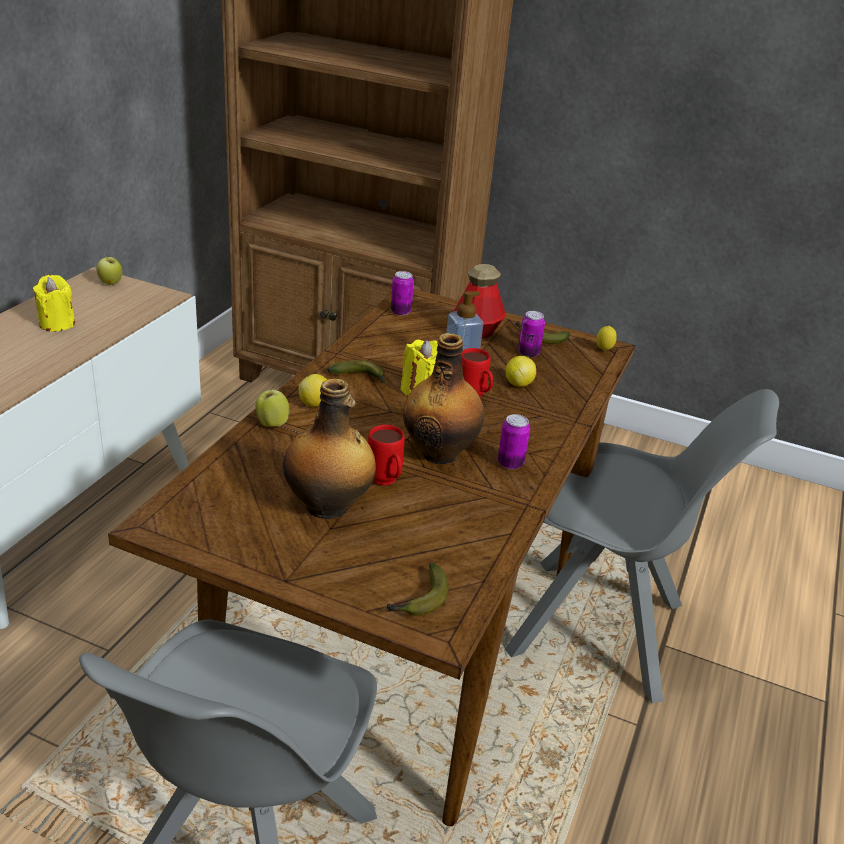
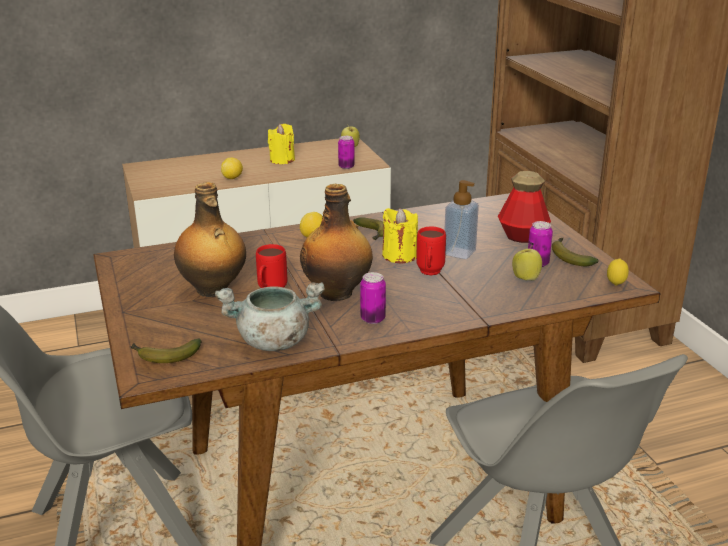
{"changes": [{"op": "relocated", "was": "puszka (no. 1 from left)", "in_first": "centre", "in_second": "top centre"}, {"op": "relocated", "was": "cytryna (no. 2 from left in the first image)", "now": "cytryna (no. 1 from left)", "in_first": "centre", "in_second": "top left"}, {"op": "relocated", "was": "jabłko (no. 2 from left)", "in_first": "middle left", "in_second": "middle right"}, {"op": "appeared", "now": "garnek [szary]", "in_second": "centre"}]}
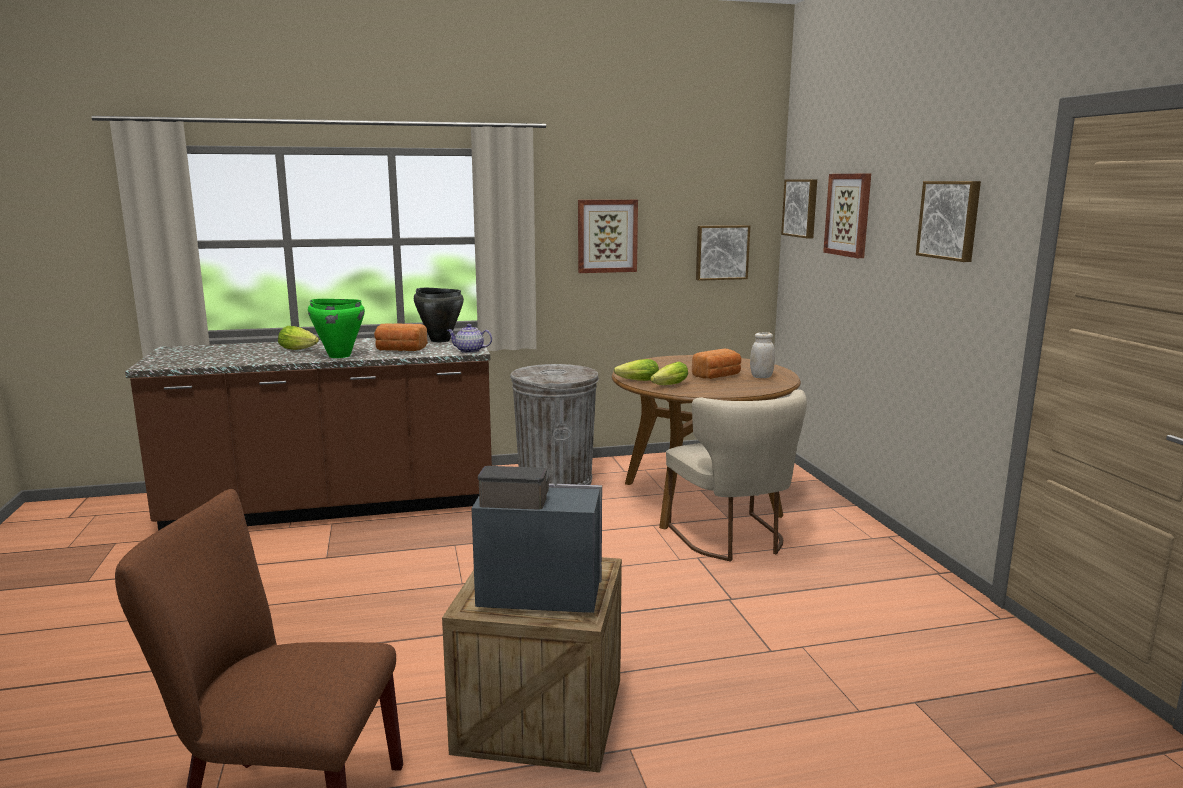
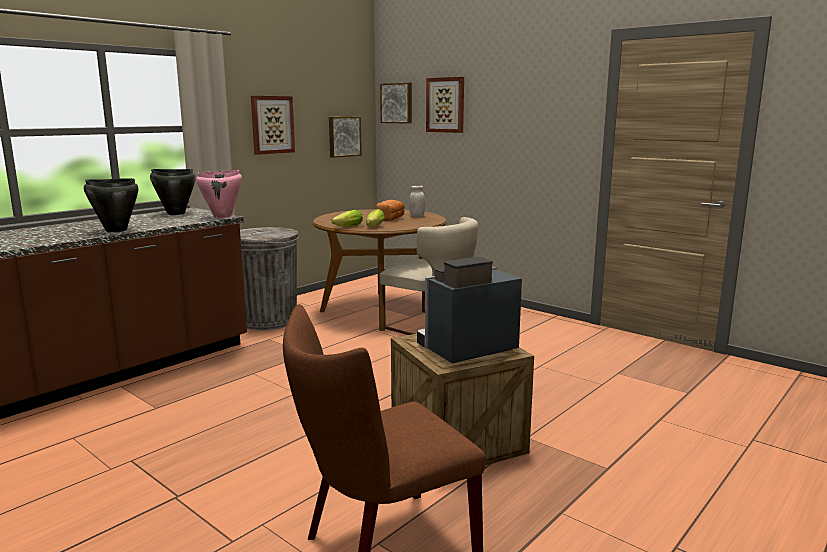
{"changes": [{"op": "missing", "was": "obraz (no. 5 from left)", "in_first": "top right"}, {"op": "colour", "was": "garnek [zielony]", "now": "garnek [czarny] (no. 1 from left)", "in_first": "middle left", "in_second": "middle left"}, {"op": "missing", "was": "chleb (no. 1 from left)", "in_first": "centre"}, {"op": "exchanged", "was": "imbryk", "now": "garnek [różowy]", "in_first": "centre", "in_second": "middle left"}, {"op": "missing", "was": "sałata (no. 1 from left)", "in_first": "middle left"}]}
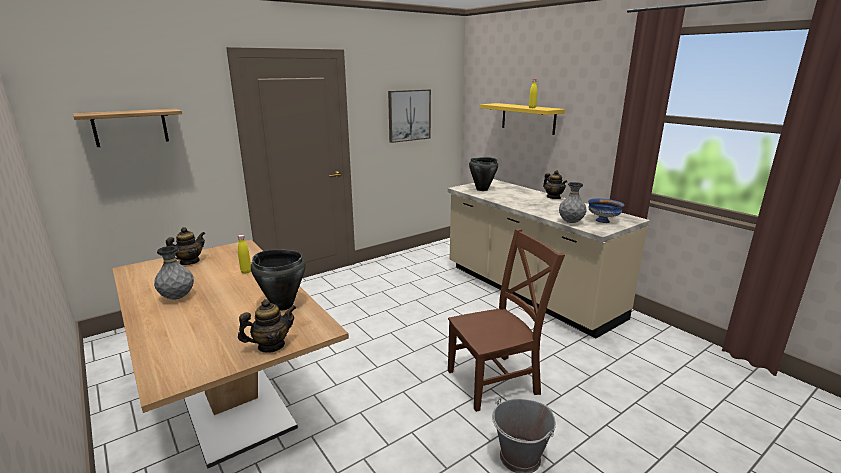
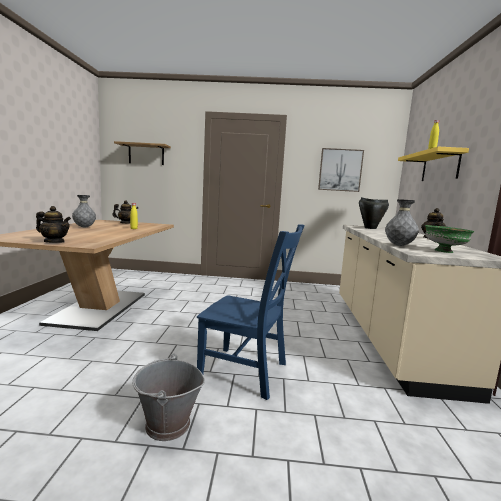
{"changes": [{"op": "colour", "was": "miska [niebieski]", "now": "miska [zielony]", "in_first": "middle right", "in_second": "middle right"}, {"op": "colour", "was": "krzesło [brązowy]", "now": "krzesło [niebieski]", "in_first": "bottom centre", "in_second": "centre"}, {"op": "missing", "was": "garnek [czarny] (no. 1 from left)", "in_first": "middle left"}]}
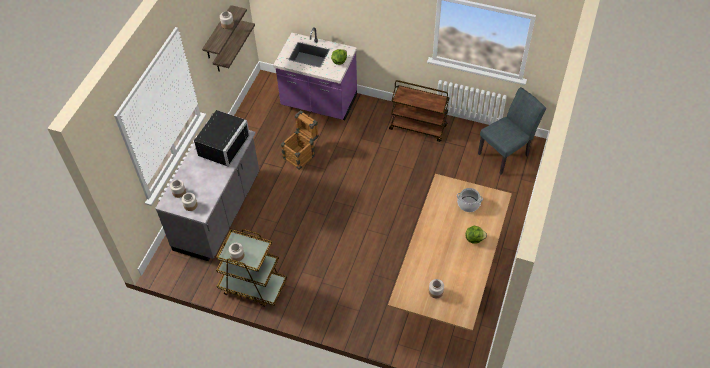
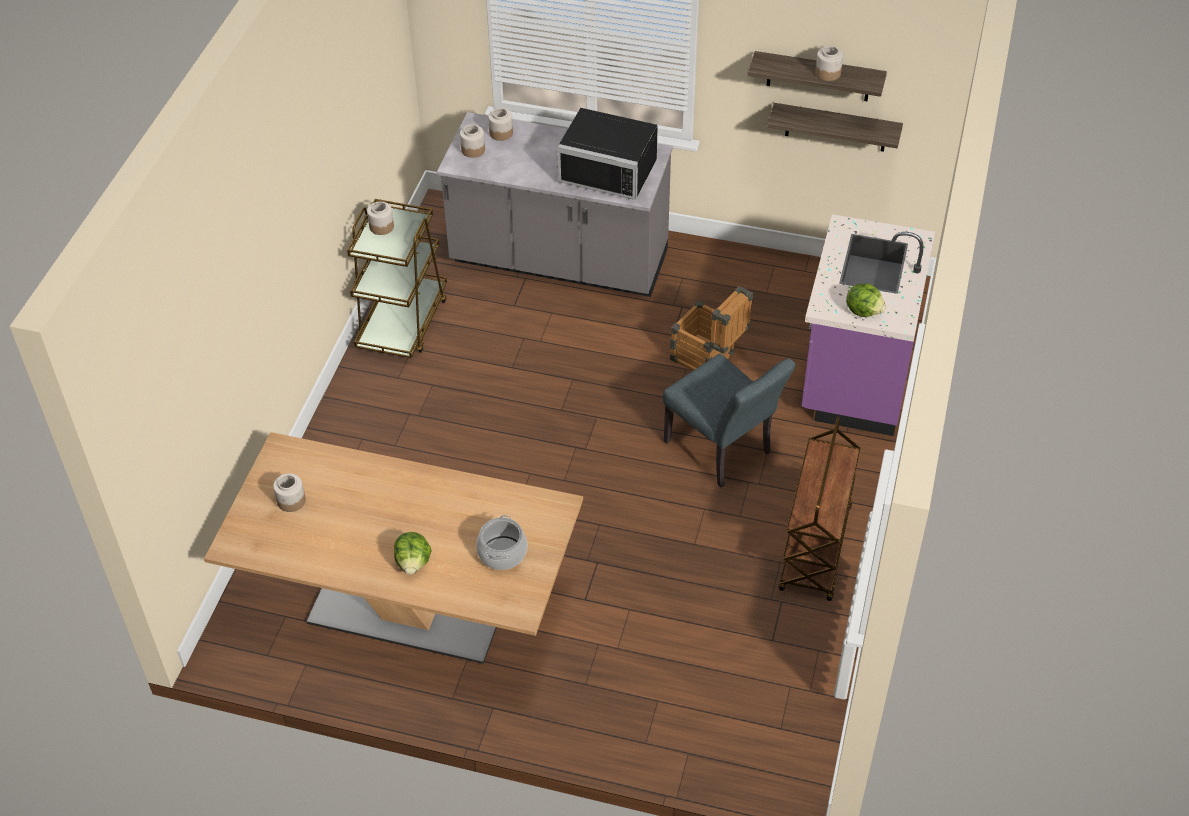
{"changes": [{"op": "relocated", "was": "krzesło [szary]", "in_first": "middle right", "in_second": "centre"}]}
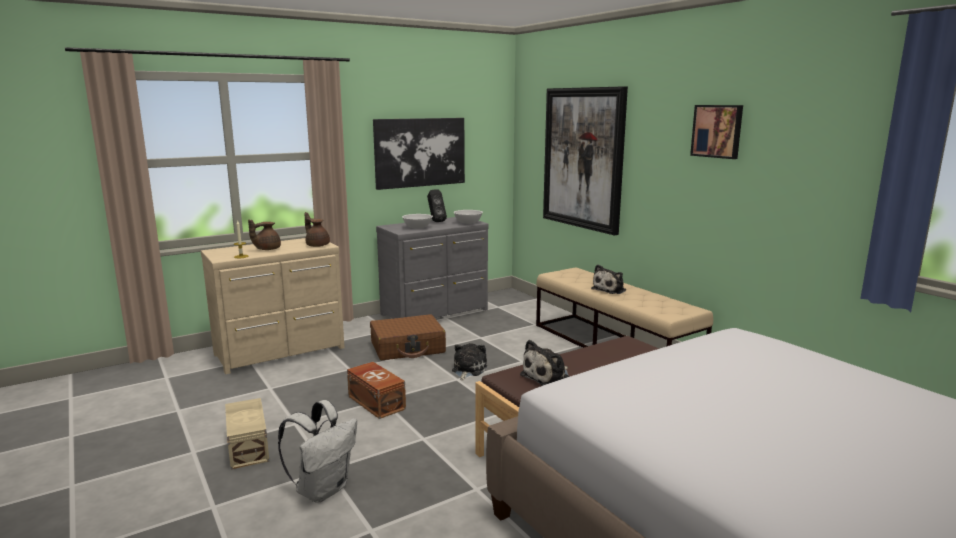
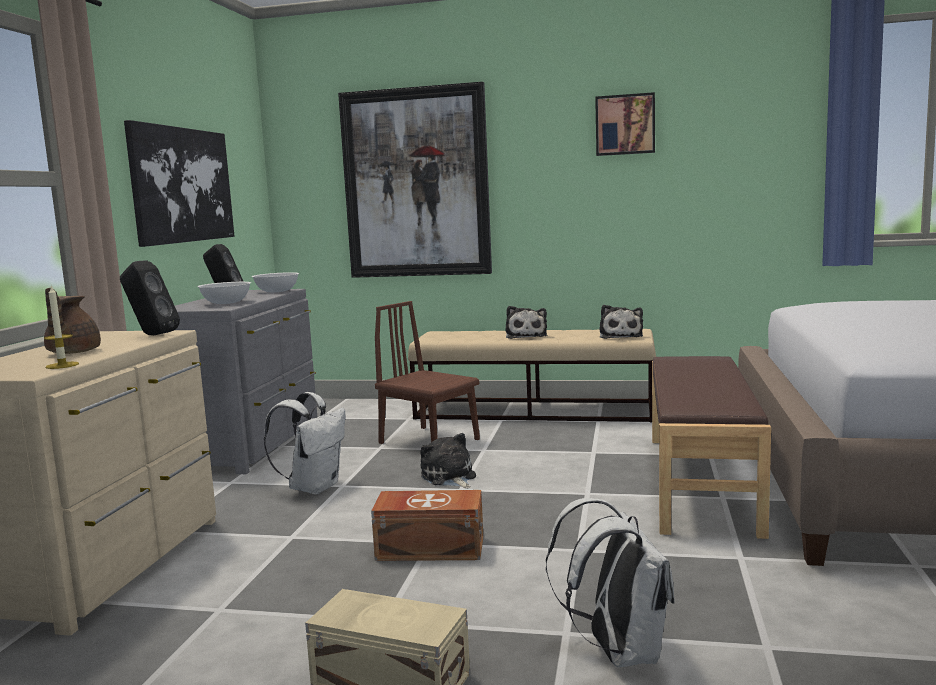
{"changes": [{"op": "exchanged", "was": "imbryk [brązowy] (no. 2 from left)", "now": "głośnik [czarny] (no. 1 from left)", "in_first": "middle left", "in_second": "middle left"}, {"op": "exchanged", "was": "walizka [brązowy]", "now": "plecak [biały] (no. 1 from left)", "in_first": "centre", "in_second": "middle left"}, {"op": "relocated", "was": "pluszak (no. 2 from left in the first image)", "now": "pluszak (no. 3 from left)", "in_first": "bottom centre", "in_second": "centre"}, {"op": "appeared", "now": "krzesło [brązowy]", "in_second": "centre"}]}
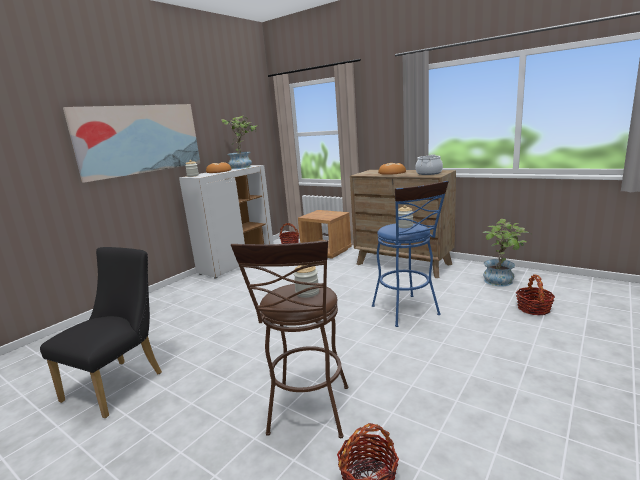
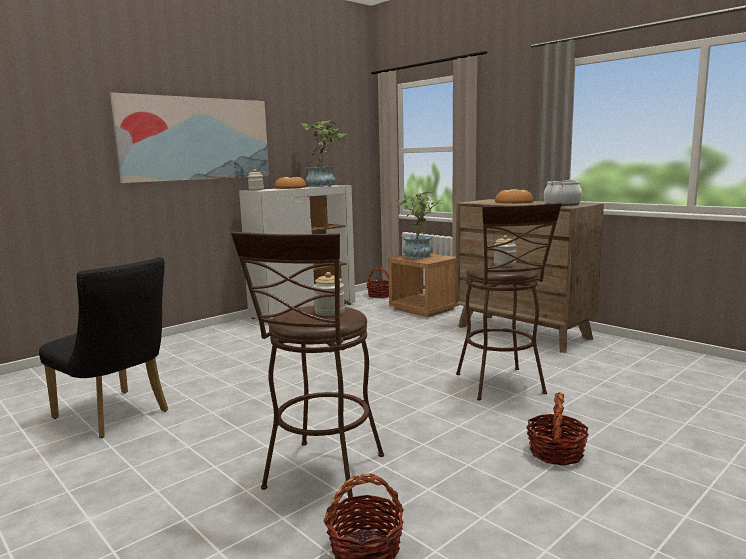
{"changes": [{"op": "colour", "was": "stołek [niebieski]", "now": "stołek [brązowy] (no. 2 from left)", "in_first": "centre", "in_second": "middle right"}, {"op": "relocated", "was": "roślina doniczkowa (no. 2 from left)", "in_first": "middle right", "in_second": "centre"}, {"op": "spun", "was": "krzesło [czarny]", "in_first": "bottom left", "in_second": "middle left", "clockwise": 90}, {"op": "relocated", "was": "koszyk (no. 3 from left)", "in_first": "middle right", "in_second": "bottom right"}]}
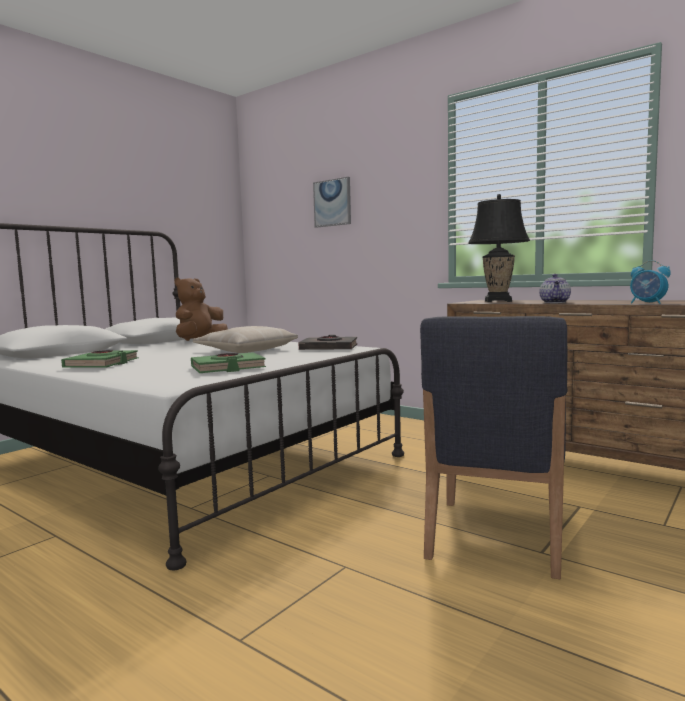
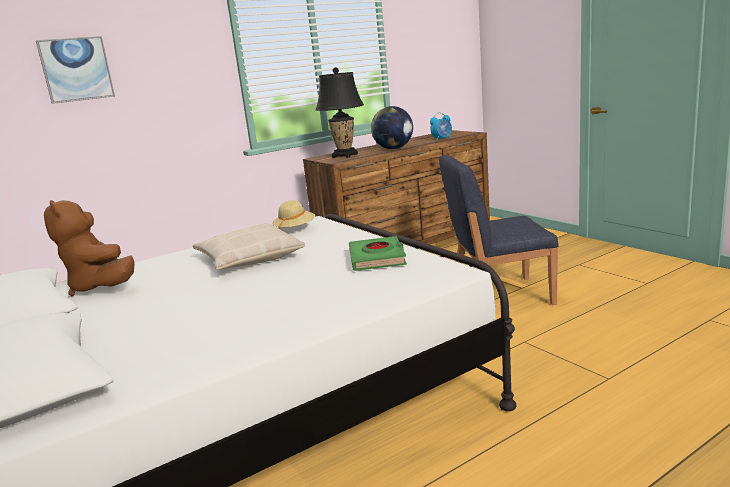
{"changes": [{"op": "exchanged", "was": "imbryk", "now": "globus", "in_first": "middle right", "in_second": "top centre"}, {"op": "spun", "was": "krzesło [niebieski]", "in_first": "middle right", "in_second": "middle right", "clockwise": 135}, {"op": "exchanged", "was": "książka [czarny]", "now": "kapelusz [beżowy]", "in_first": "centre", "in_second": "centre"}, {"op": "missing", "was": "książka [zielony] (no. 1 from left)", "in_first": "middle left"}]}
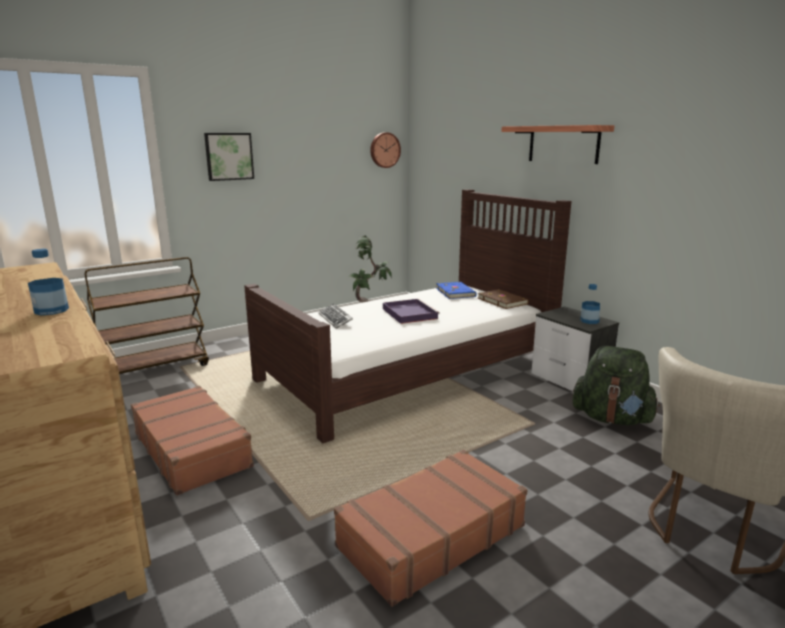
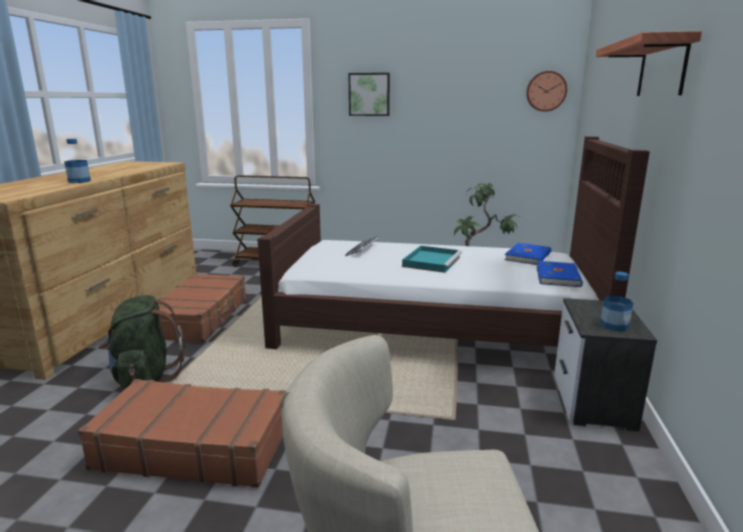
{"changes": [{"op": "colour", "was": "książka [brązowy]", "now": "książka [niebieski] (no. 2 from left)", "in_first": "centre", "in_second": "middle right"}, {"op": "colour", "was": "taca [fioletowy]", "now": "taca [turkusowy]", "in_first": "centre", "in_second": "centre"}, {"op": "relocated", "was": "plecak [zielony]", "in_first": "middle right", "in_second": "middle left"}]}
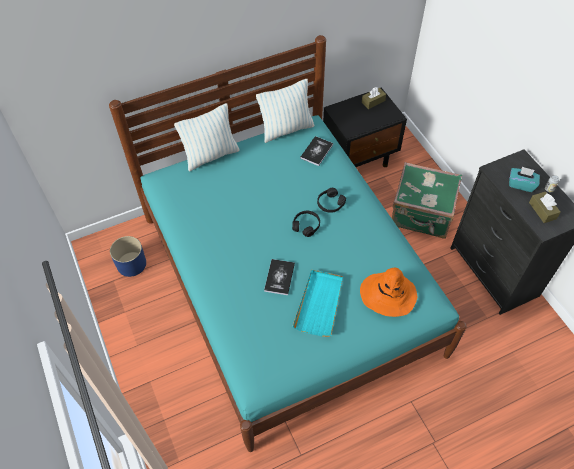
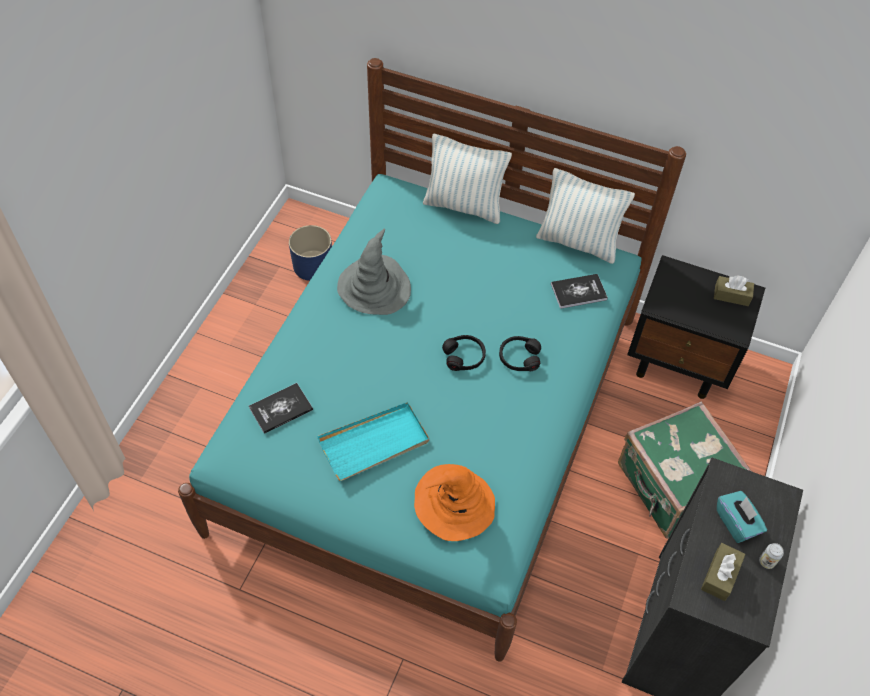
{"changes": [{"op": "relocated", "was": "książka (no. 1 from left)", "in_first": "centre", "in_second": "middle left"}, {"op": "appeared", "now": "kapelusz [szary]", "in_second": "centre"}]}
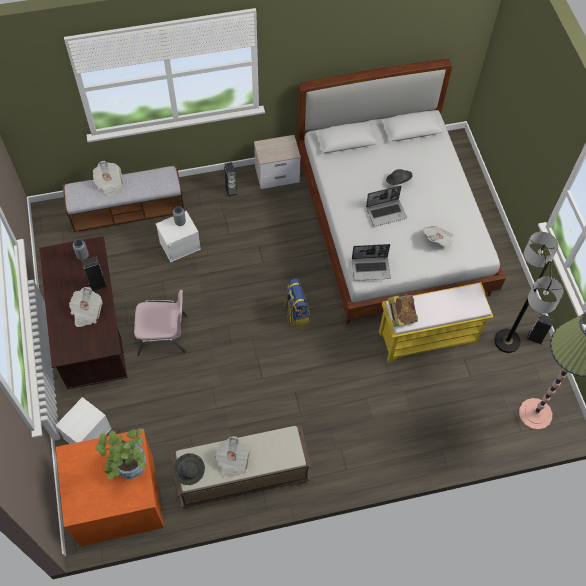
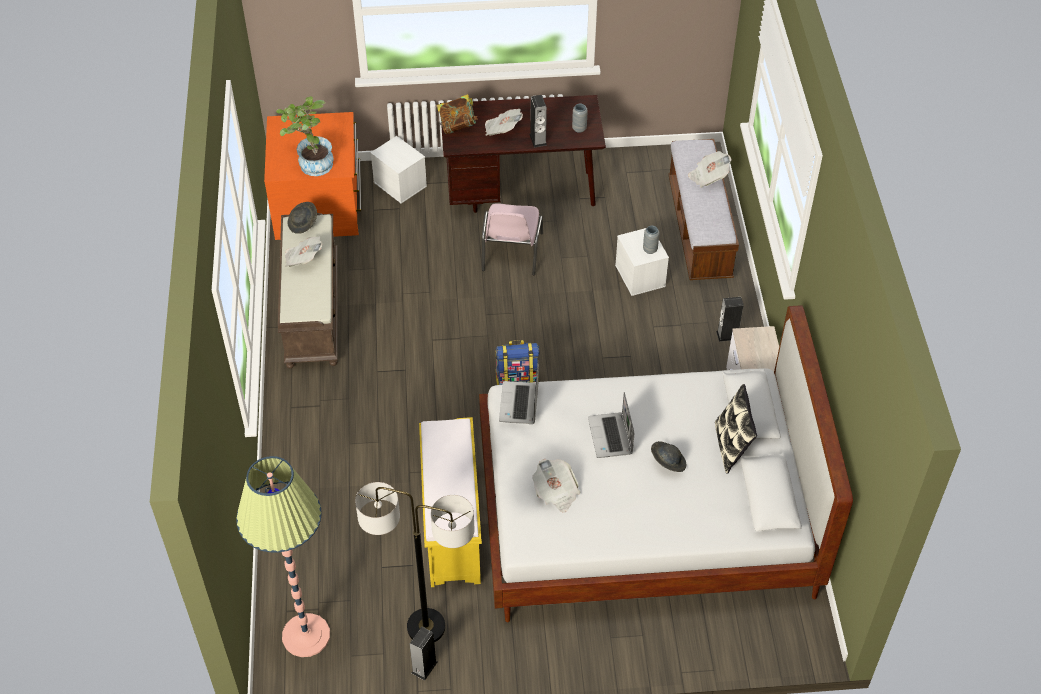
{"changes": [{"op": "relocated", "was": "książka", "in_first": "middle right", "in_second": "top centre"}, {"op": "appeared", "now": "poduszka", "in_second": "middle right"}]}
